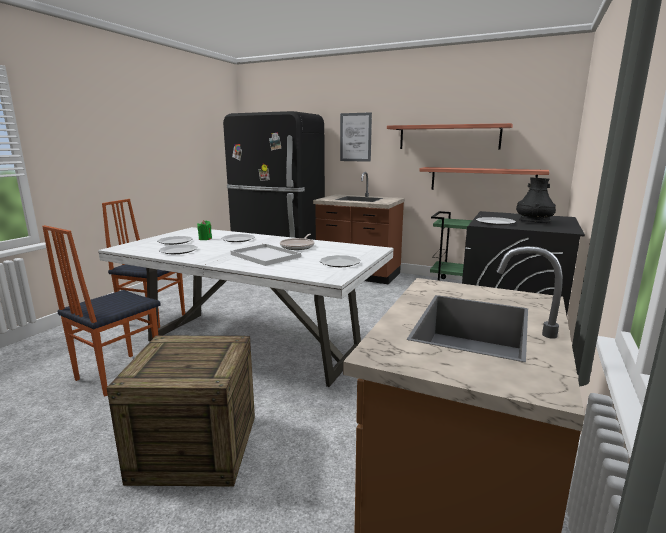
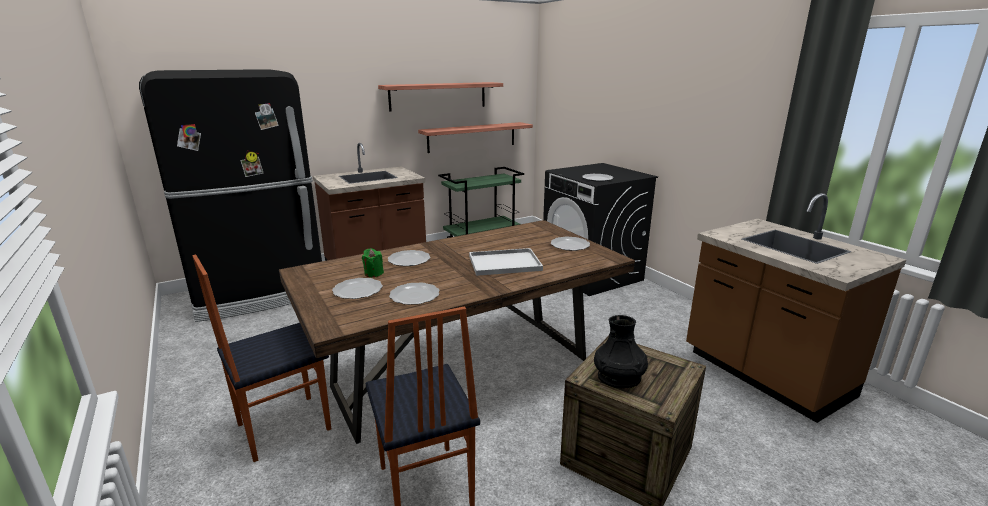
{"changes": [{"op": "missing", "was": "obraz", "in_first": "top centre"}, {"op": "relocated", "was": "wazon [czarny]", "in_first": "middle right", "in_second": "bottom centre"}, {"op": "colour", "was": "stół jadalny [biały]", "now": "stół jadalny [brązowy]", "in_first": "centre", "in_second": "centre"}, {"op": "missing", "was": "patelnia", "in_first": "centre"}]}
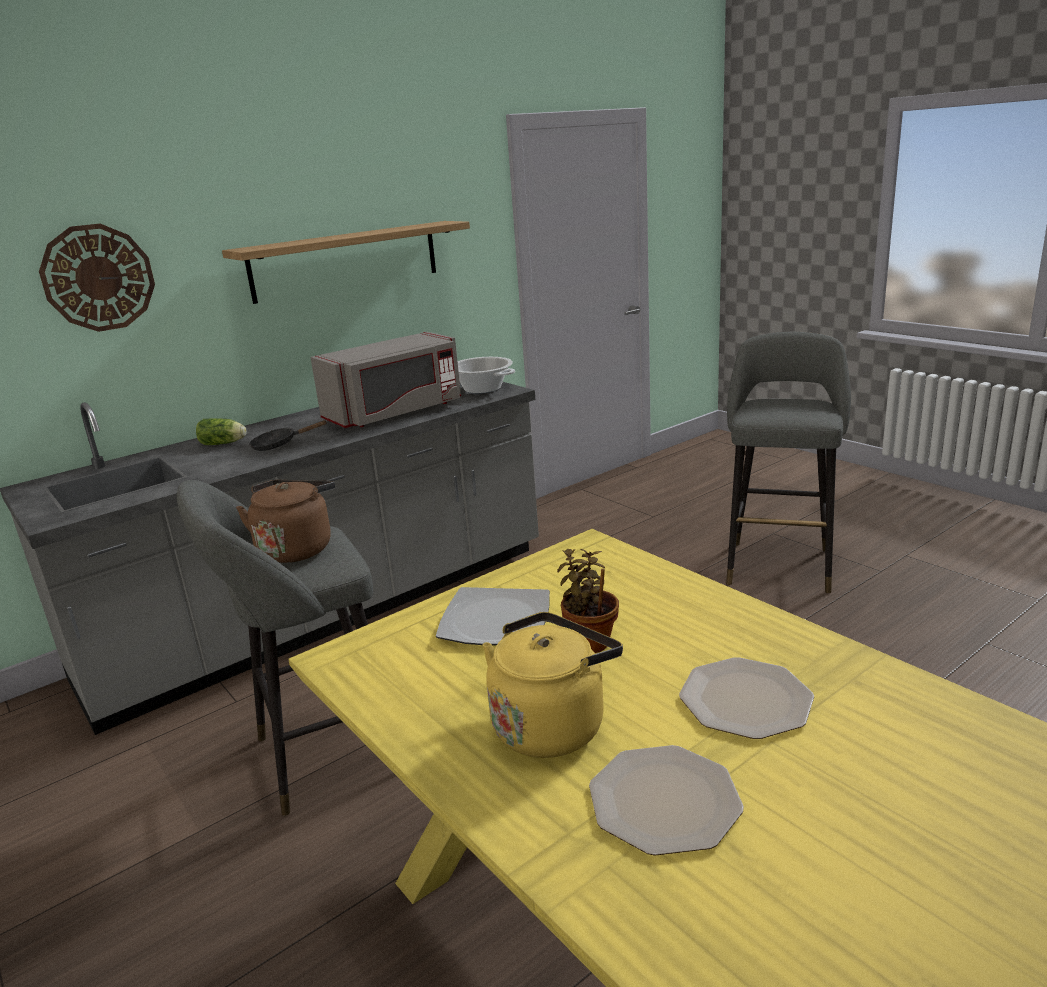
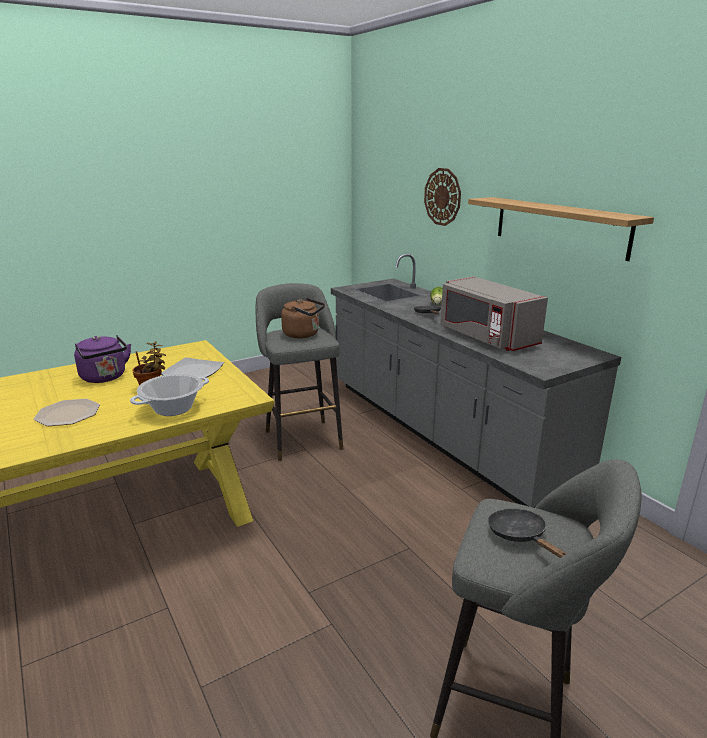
{"changes": [{"op": "relocated", "was": "garnek", "in_first": "centre", "in_second": "middle left"}, {"op": "colour", "was": "czajnik [żółty]", "now": "czajnik [fioletowy]", "in_first": "bottom centre", "in_second": "middle left"}, {"op": "missing", "was": "talerz (no. 2 from left)", "in_first": "bottom centre"}, {"op": "appeared", "now": "patelnia [czarny] (no. 2 from left)", "in_second": "bottom right"}]}
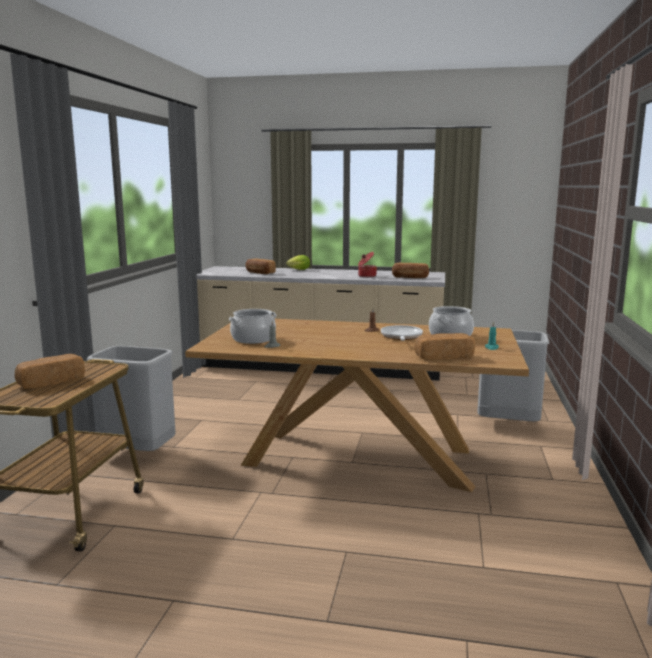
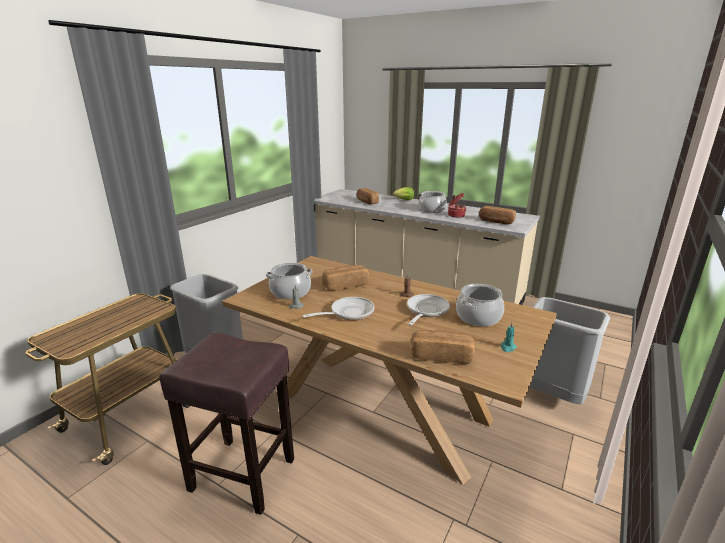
{"changes": [{"op": "relocated", "was": "chleb (no. 1 from left)", "in_first": "middle left", "in_second": "centre"}, {"op": "appeared", "now": "garnek (no. 2 from left)", "in_second": "centre"}, {"op": "appeared", "now": "patelnia (no. 1 from left)", "in_second": "centre"}, {"op": "appeared", "now": "stołek [brązowy]", "in_second": "bottom left"}]}
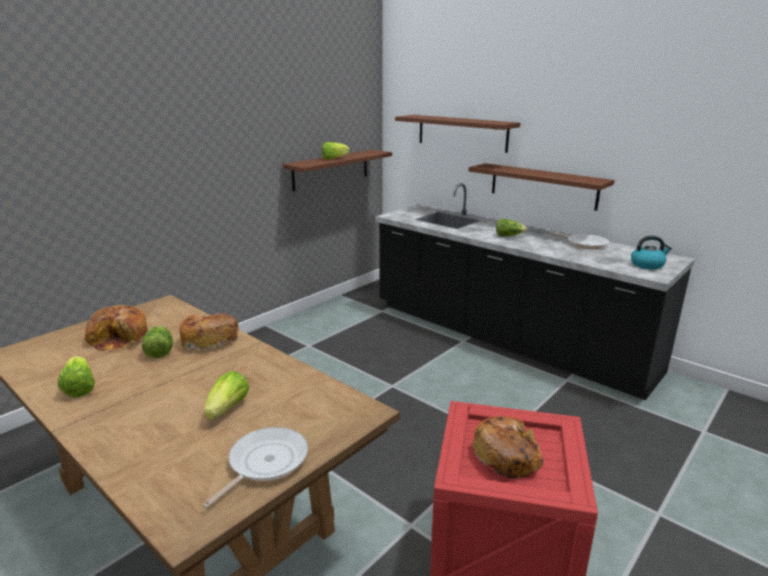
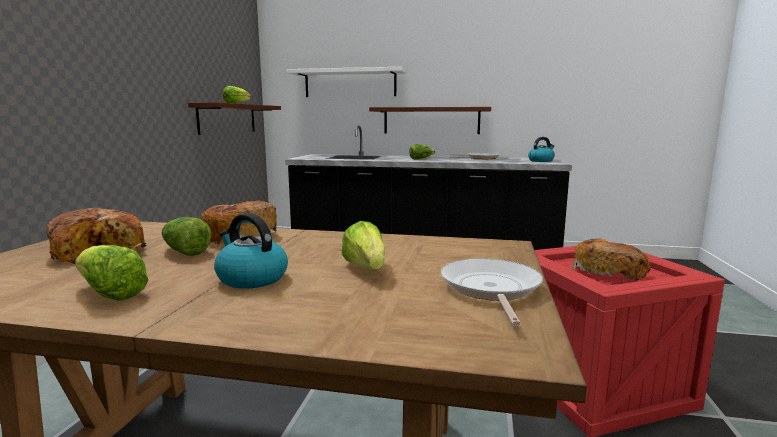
{"changes": [{"op": "colour", "was": "półka [brązowy] (no. 2 from left)", "now": "półka [biały]", "in_first": "top centre", "in_second": "top centre"}, {"op": "appeared", "now": "czajnik (no. 1 from left)", "in_second": "middle left"}]}
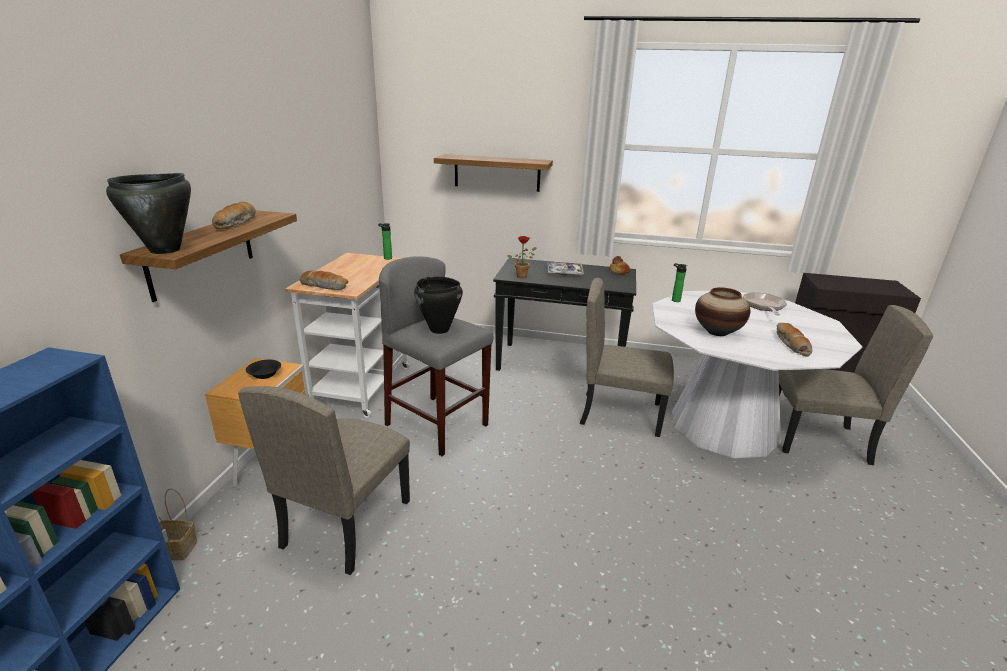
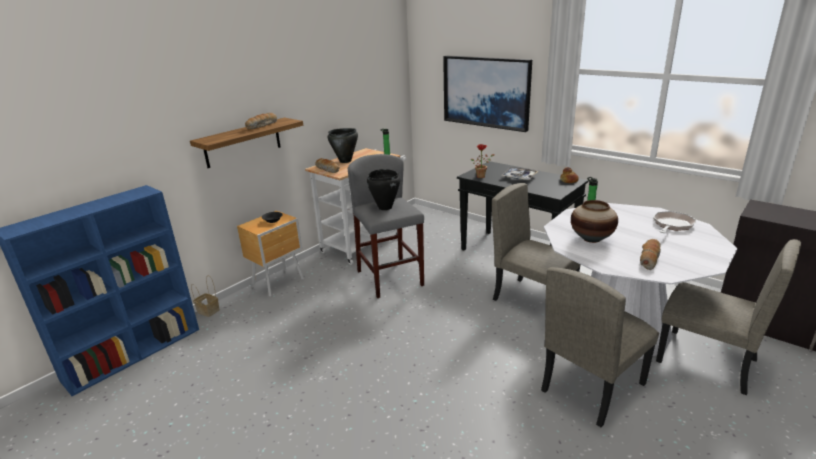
{"changes": [{"op": "exchanged", "was": "półka (no. 2 from left)", "now": "obraz", "in_first": "top centre", "in_second": "top centre"}, {"op": "relocated", "was": "garnek [czarny] (no. 1 from left)", "in_first": "top left", "in_second": "top centre"}, {"op": "relocated", "was": "krzesło [beżowy] (no. 1 from left in the first image)", "now": "krzesło [beżowy] (no. 2 from left)", "in_first": "bottom left", "in_second": "bottom right"}]}
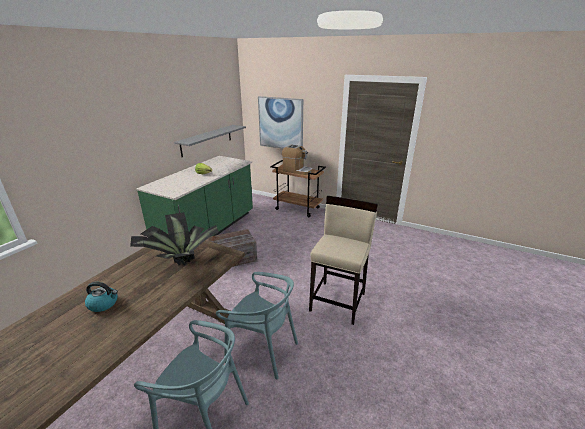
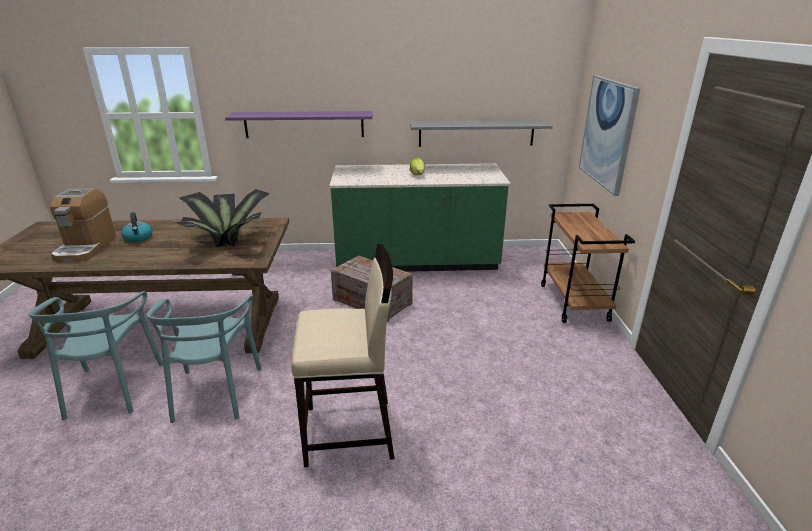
{"changes": [{"op": "relocated", "was": "ekspres do kawy", "in_first": "centre", "in_second": "middle left"}, {"op": "appeared", "now": "półka [fioletowy]", "in_second": "top centre"}]}
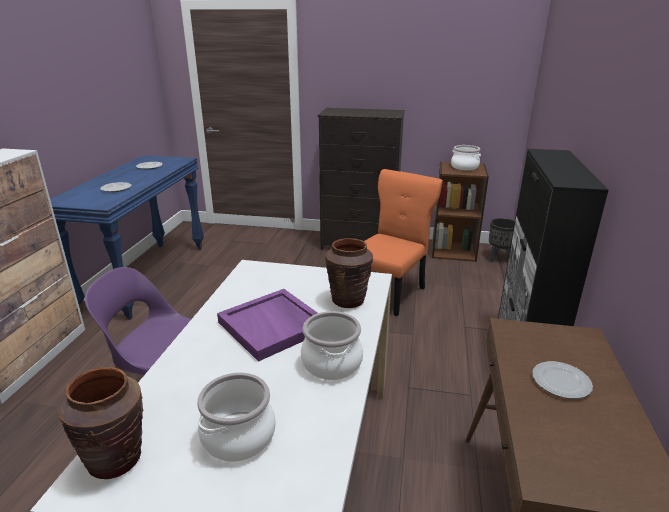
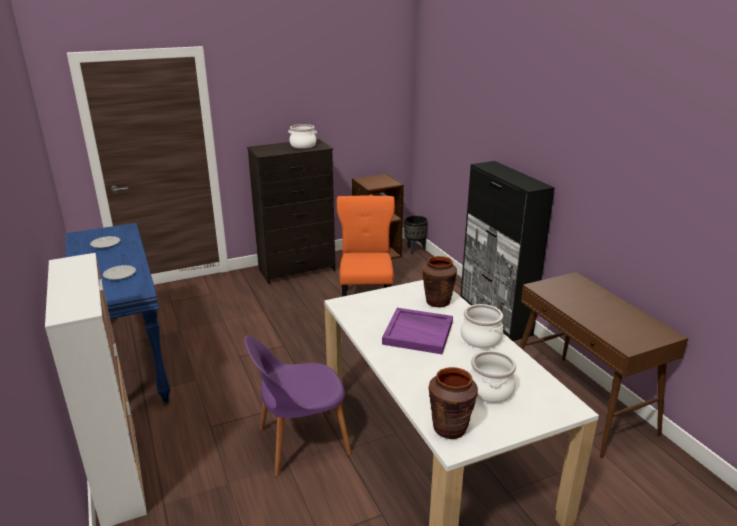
{"changes": [{"op": "relocated", "was": "garnek (no. 3 from left in the first image)", "now": "garnek (no. 1 from left)", "in_first": "top right", "in_second": "top centre"}, {"op": "missing", "was": "talerz (no. 3 from left)", "in_first": "bottom right"}]}
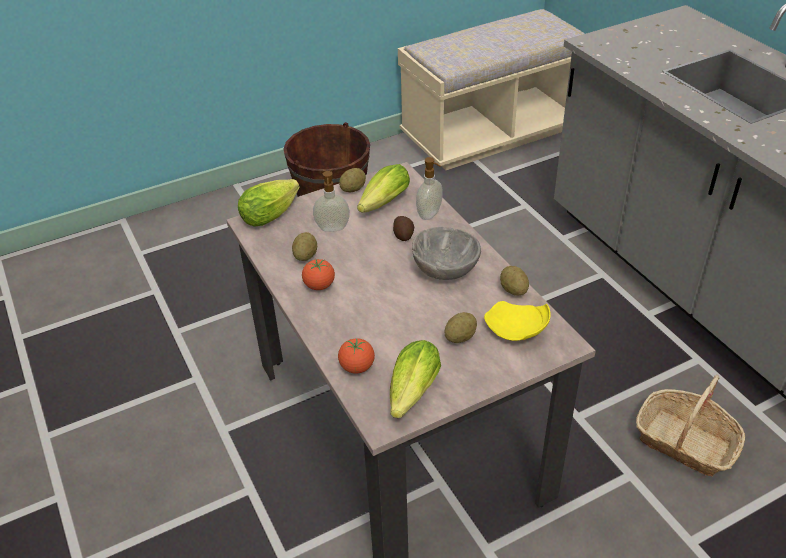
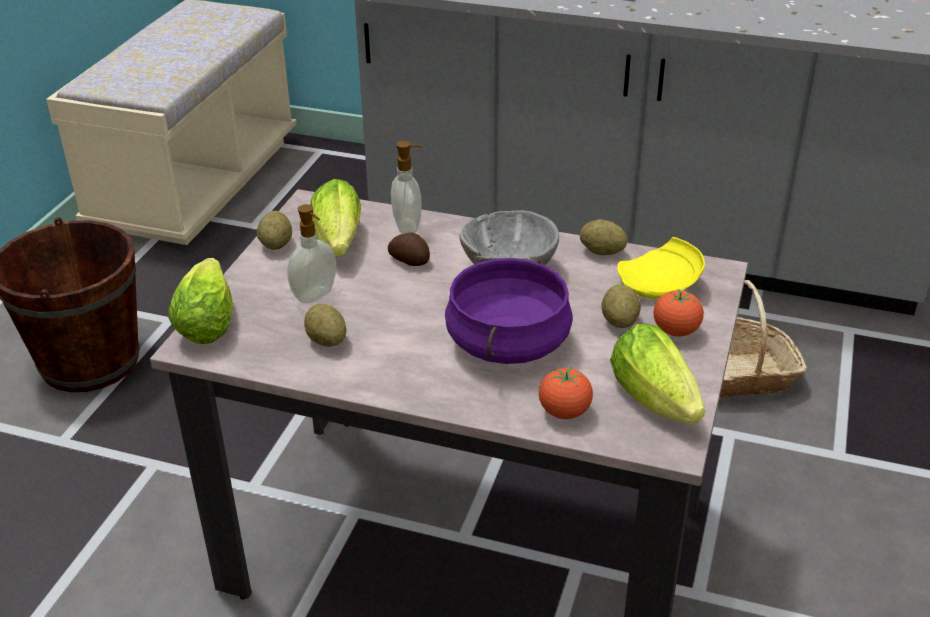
{"changes": [{"op": "relocated", "was": "pomidor (no. 1 from left in the first image)", "now": "pomidor (no. 2 from left)", "in_first": "centre", "in_second": "middle right"}, {"op": "appeared", "now": "garnek [fioletowy]", "in_second": "centre"}]}
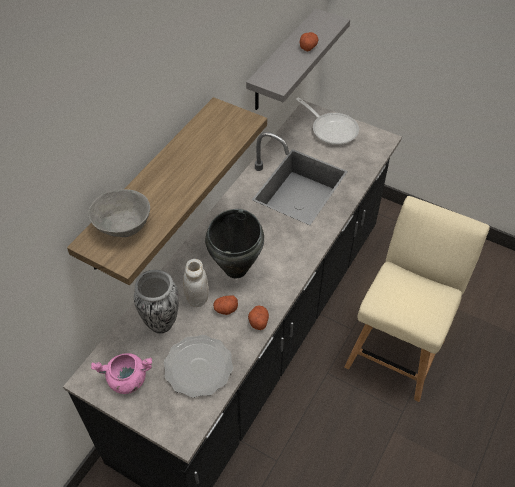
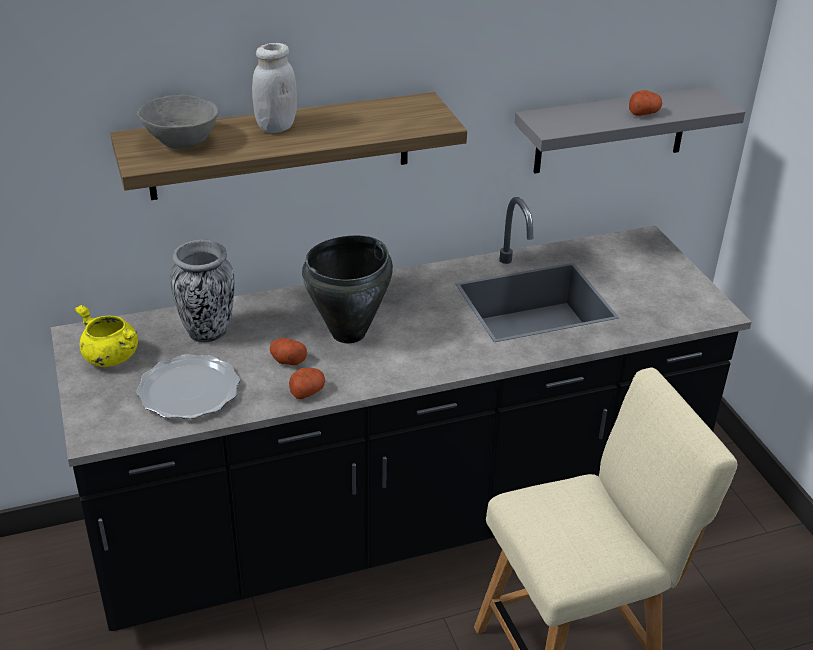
{"changes": [{"op": "missing", "was": "patelnia", "in_first": "top centre"}, {"op": "relocated", "was": "słoik [biały]", "in_first": "centre", "in_second": "top centre"}, {"op": "colour", "was": "garnek [różowy]", "now": "garnek [żółty]", "in_first": "bottom left", "in_second": "middle left"}]}
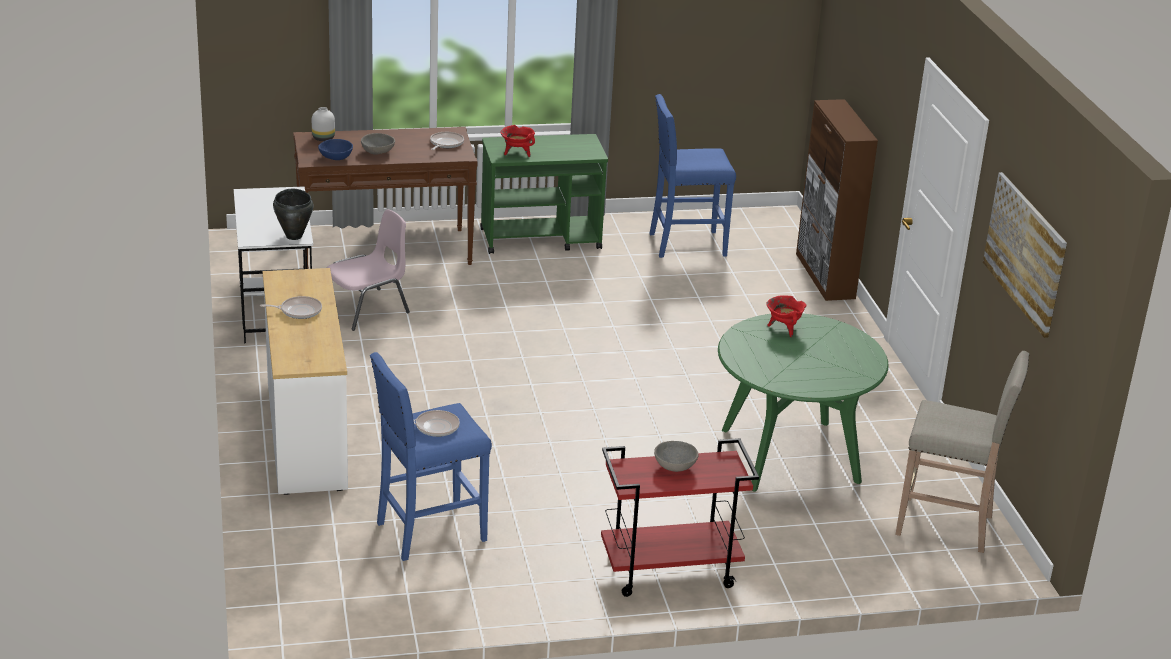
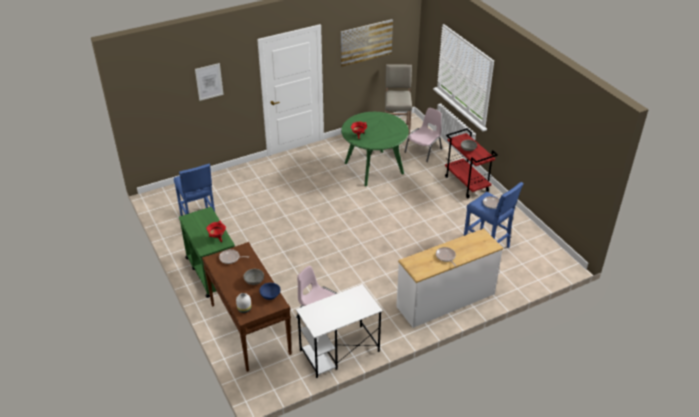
{"changes": [{"op": "missing", "was": "szafka [brązowy]", "in_first": "top right"}, {"op": "missing", "was": "garnek [czarny]", "in_first": "top left"}, {"op": "appeared", "now": "obraz (no. 1 from left)", "in_second": "top left"}, {"op": "appeared", "now": "krzesło [różowy] (no. 2 from left)", "in_second": "top centre"}]}
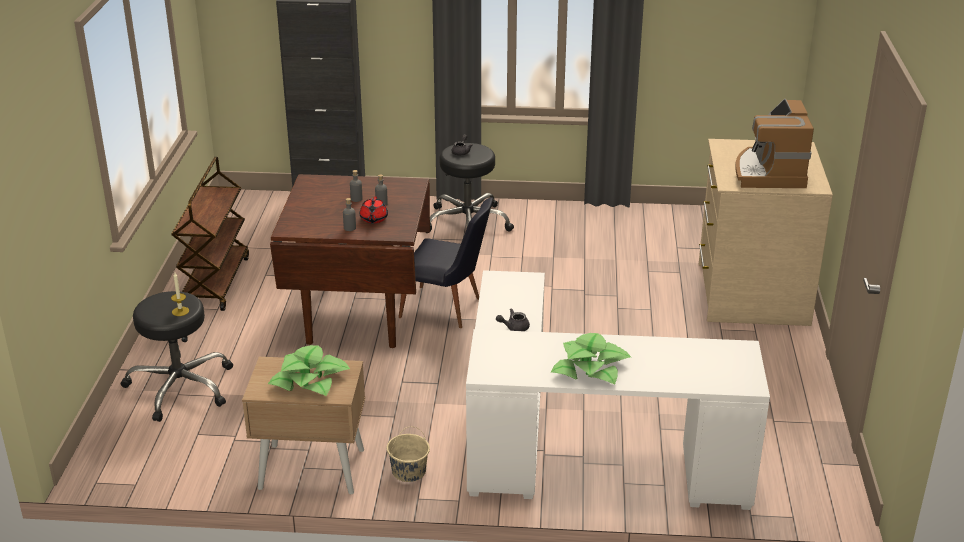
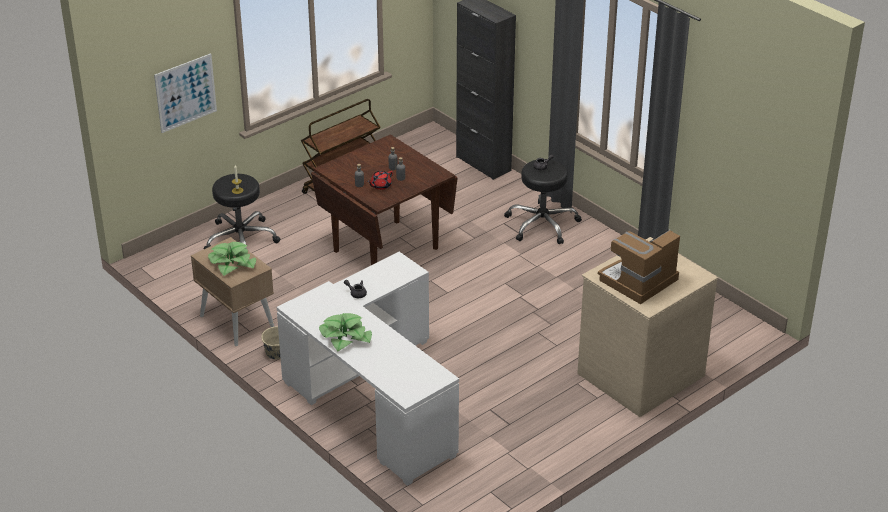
{"changes": [{"op": "missing", "was": "krzesło [czarny]", "in_first": "centre"}, {"op": "appeared", "now": "obraz", "in_second": "top left"}]}
